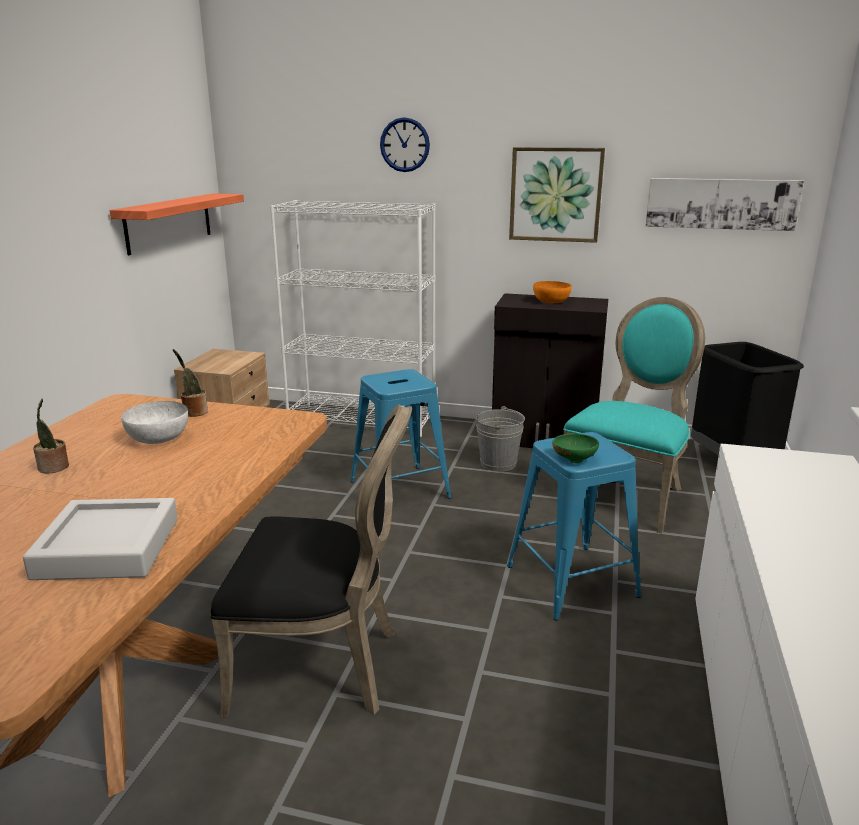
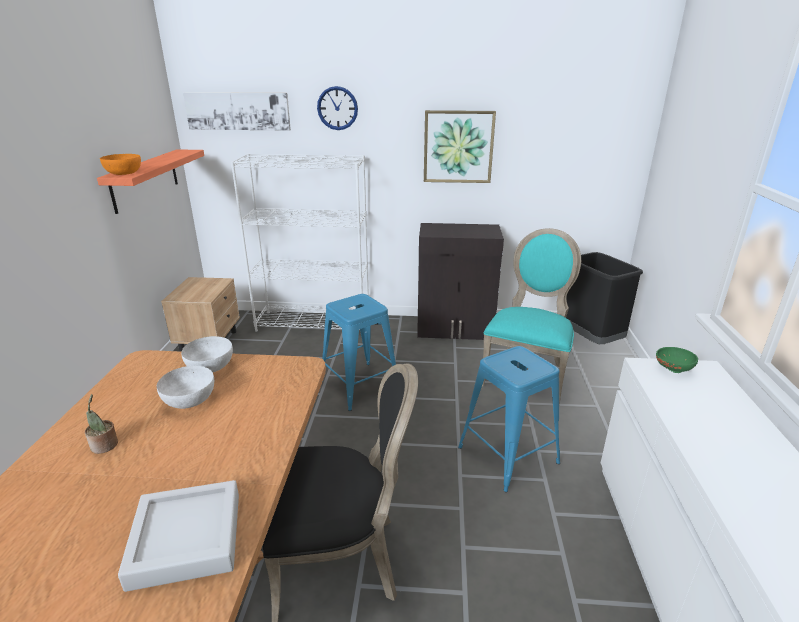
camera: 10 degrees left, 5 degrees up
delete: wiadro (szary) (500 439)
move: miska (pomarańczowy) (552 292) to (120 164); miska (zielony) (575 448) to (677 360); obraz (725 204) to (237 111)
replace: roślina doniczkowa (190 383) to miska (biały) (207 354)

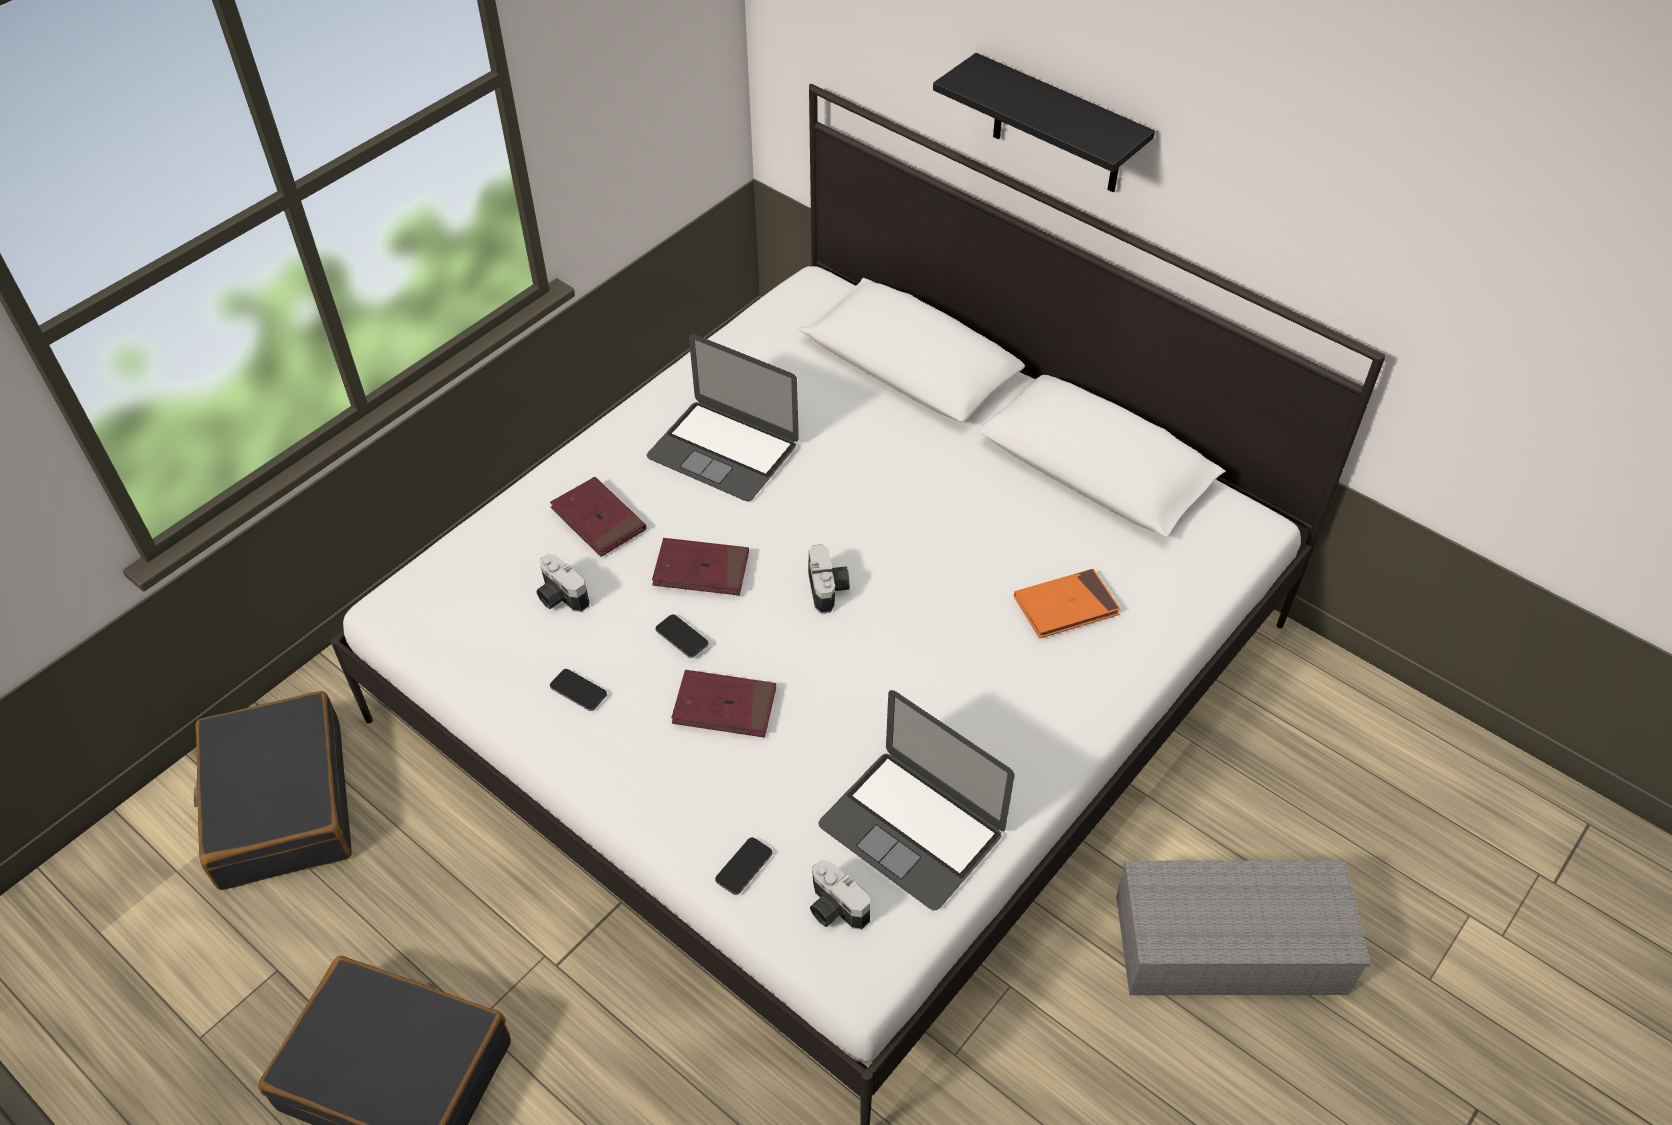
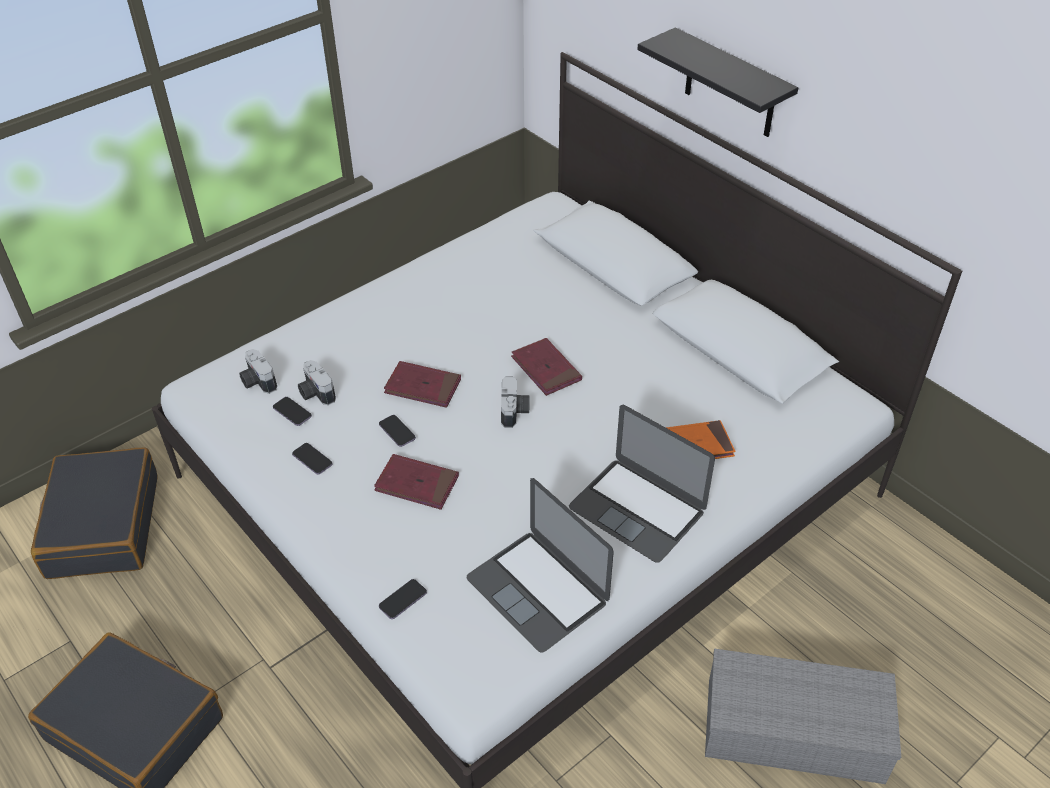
camera: 10 degrees right, 5 degrees down
insert: telefon (292 411)
move: książka (czerwony) (598 517) to (546 367); laptop (723 417) to (642 484); aparat fotograficzny (840 895) to (258 371)

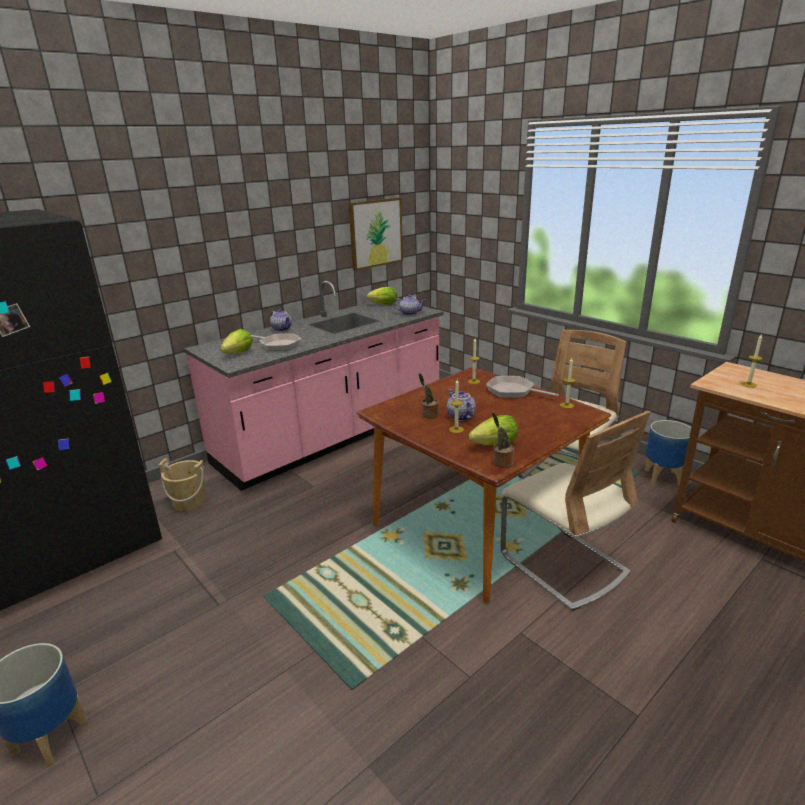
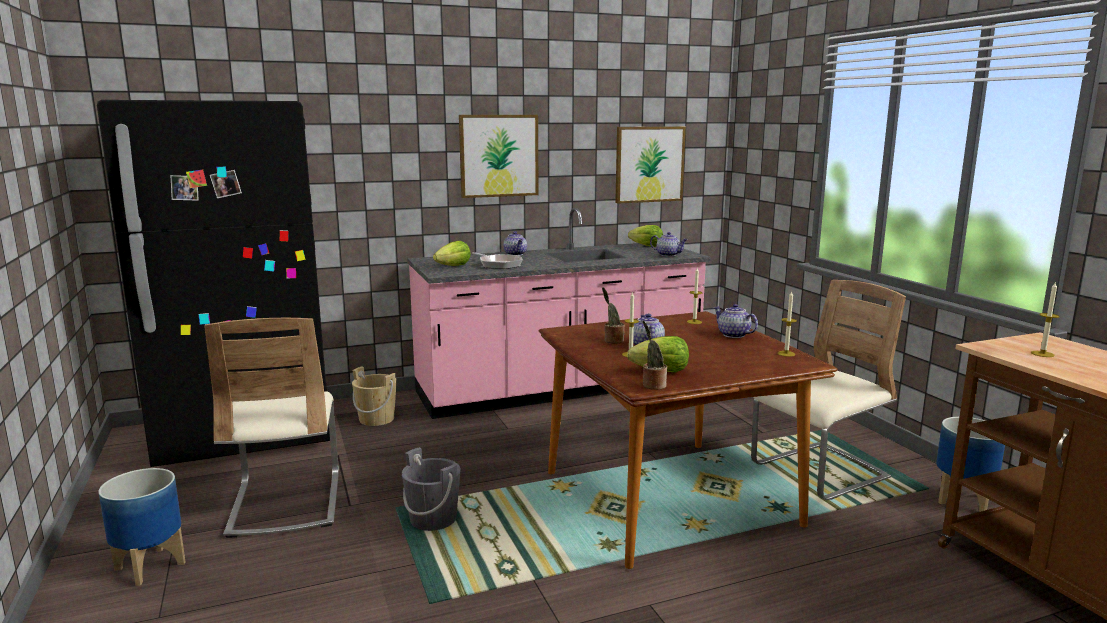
camera: 20 degrees right, 10 degrees down
insert: wiadro (szary) (431 489); obraz (499 156)
move: krzesło (beżowy) (576 511) to (271 428)
replace: patelnia (522 387) to imbryk (736 321)

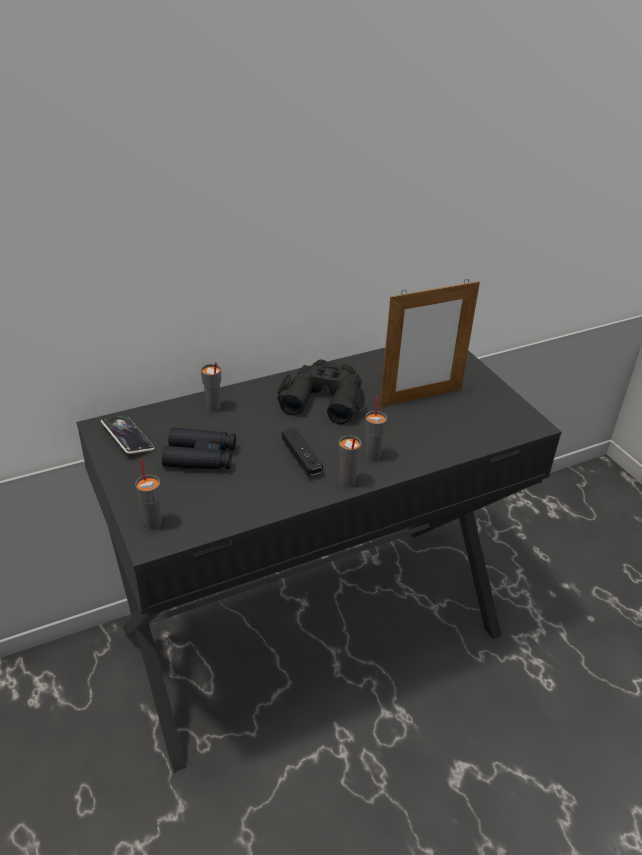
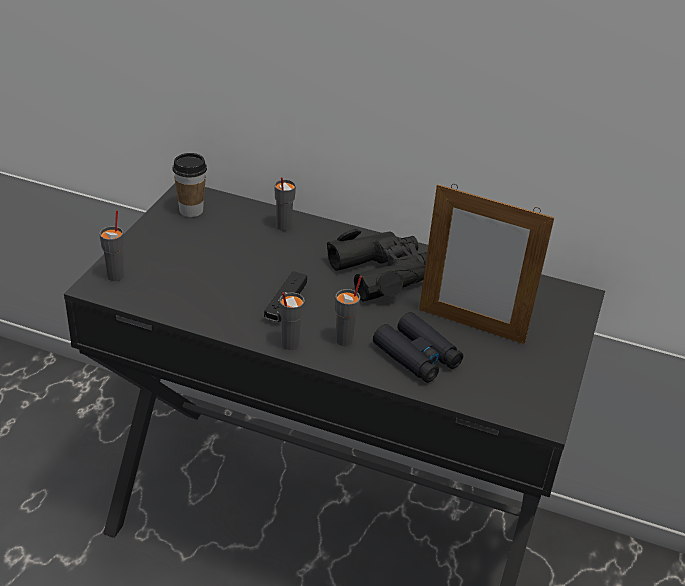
camera: 45 degrees right, 0 degrees up
move: lornetka (czarny) (199 448) to (418 347)
replace: telefon (127 435) to filiżanka (189 185)

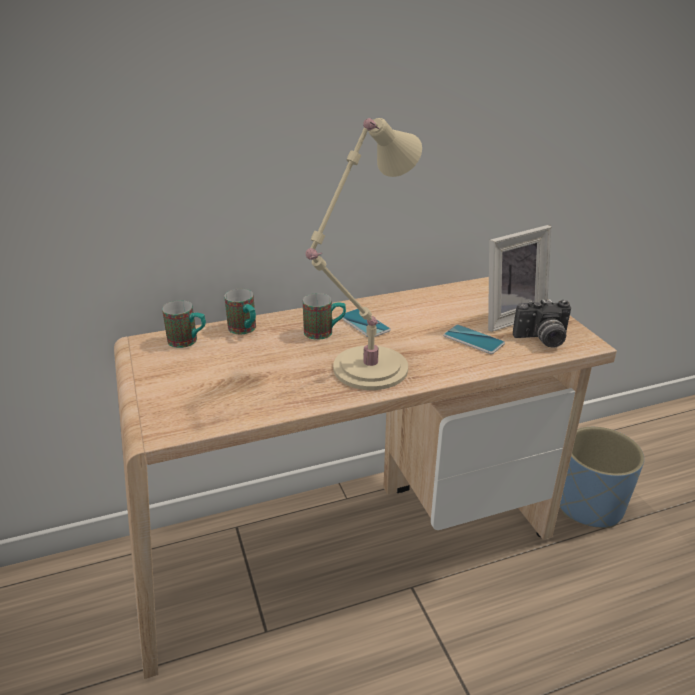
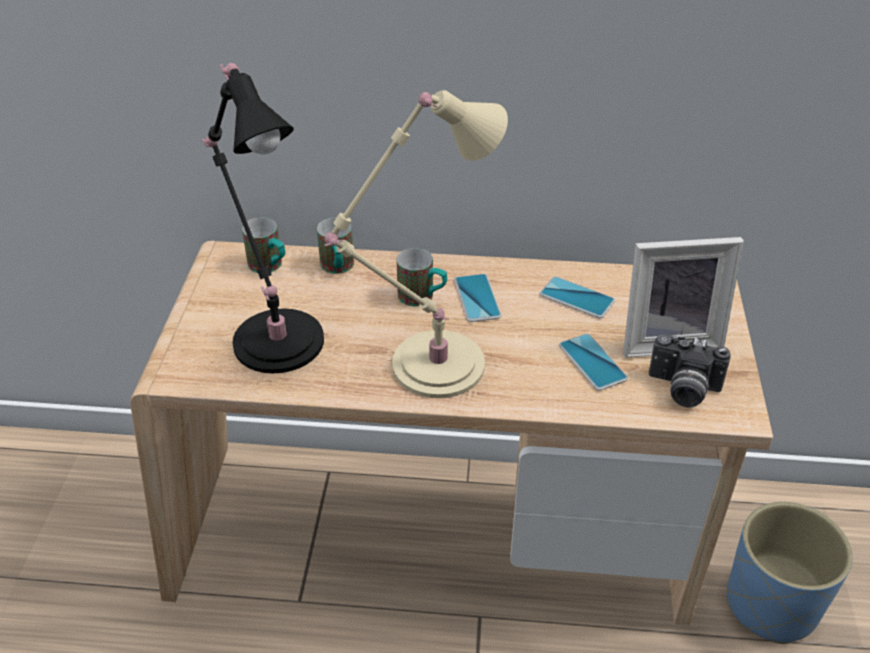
camera: 25 degrees right, 10 degrees up
insert: lampa stołowa (czarny) (262 218); telefon (577 297)

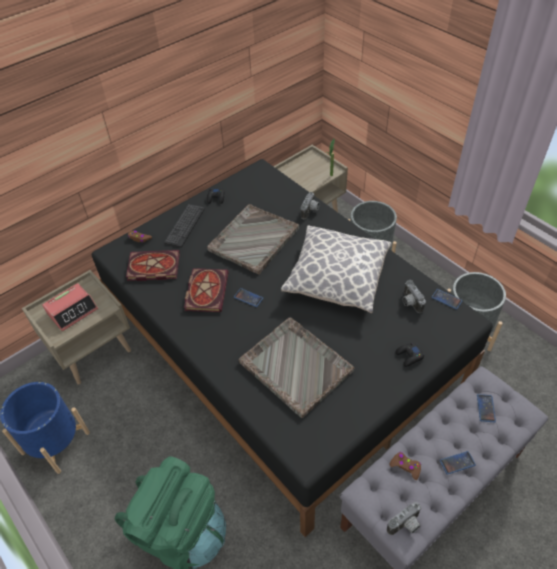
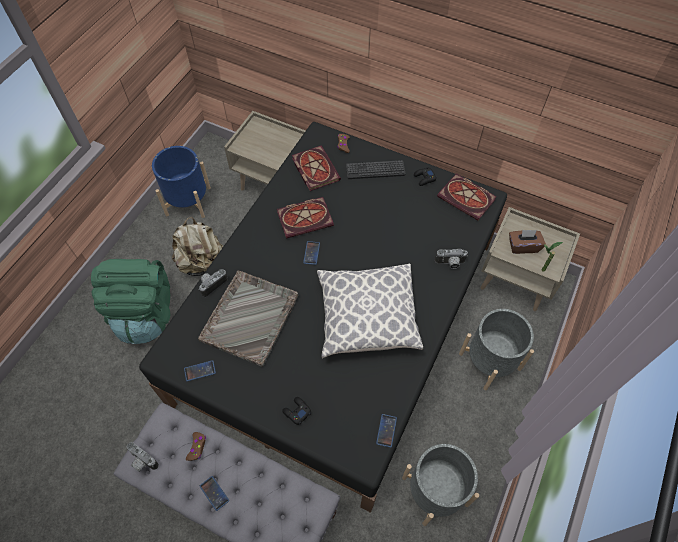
camera: 65 degrees right, 10 degrees up
delete: budzik (70 307); taca (szary) (253 239)
insert: plecak (beżowy) (197 246); książka (467 197); pudełko chusteczek (brązowy) (527 242)
move: aparat fotograficzny (414 296) to (213 283); telefon (486 408) to (200 370)

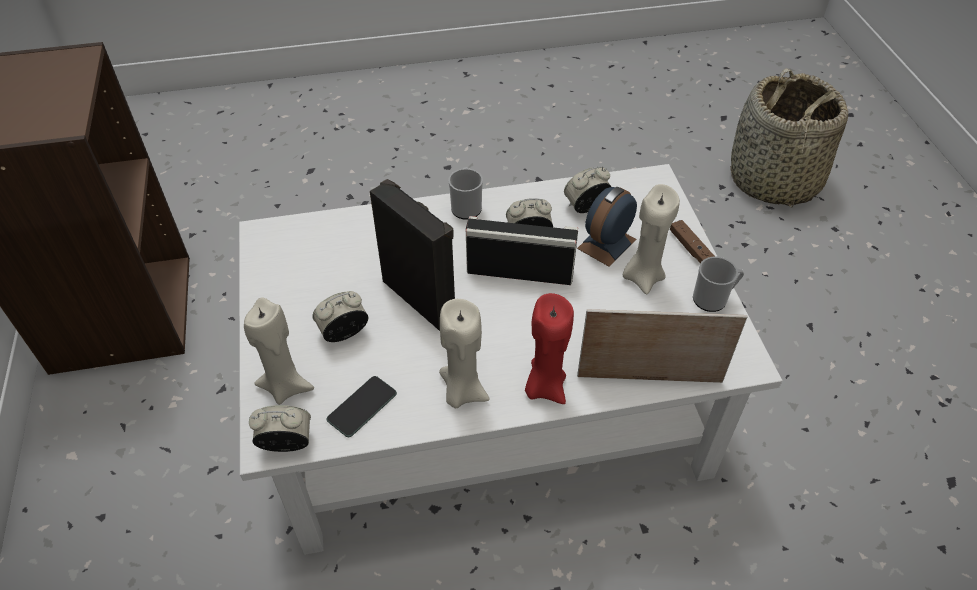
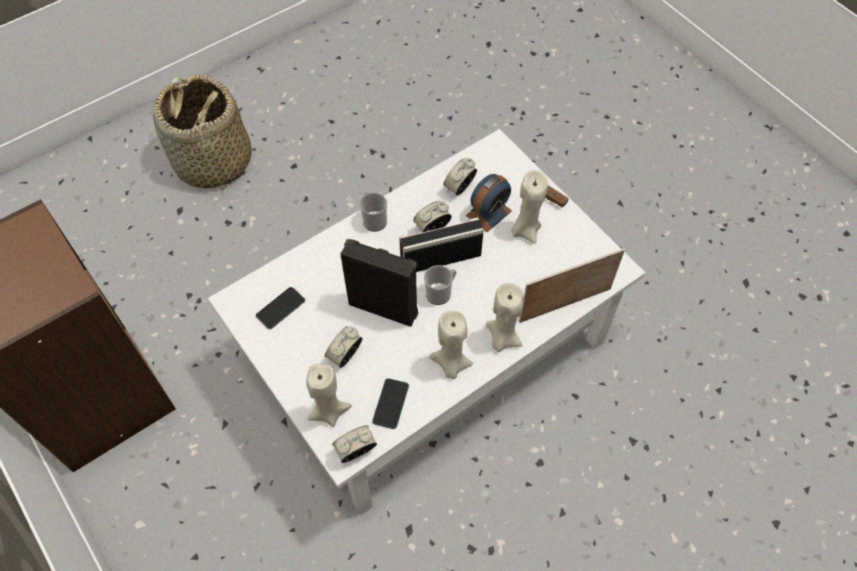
camera: 25 degrees left, 10 degrees up
insert: telefon (280 308)
move: kubek (718 284) to (440 285); koszyk (789 137) to (202 132)
recolor: świeca (czerwony) (549 348) to świeca (beżowy) (505 317)
rotate: budzik (607 227) = (489 203) 150 degrees counterclockwise

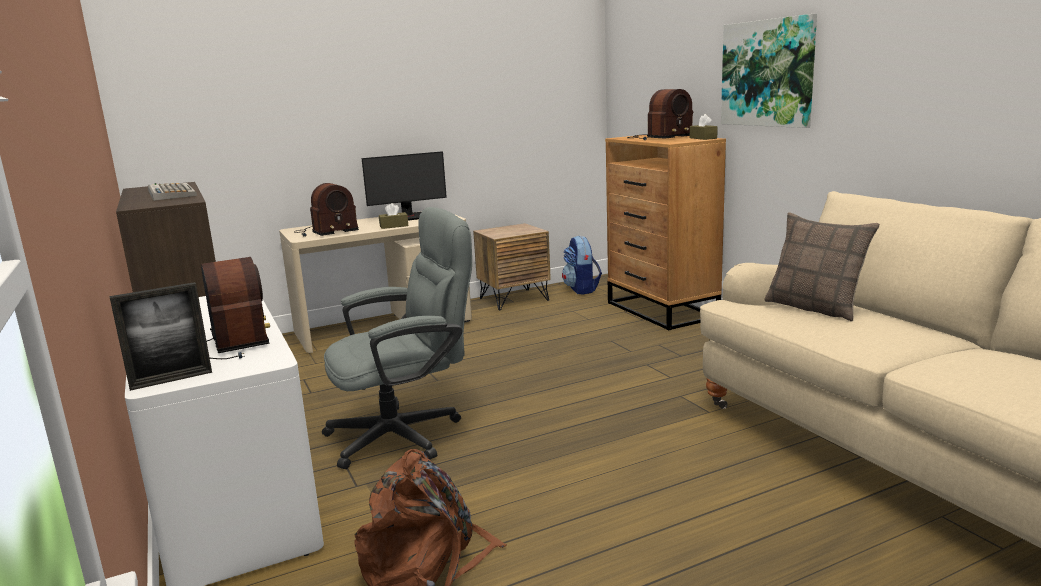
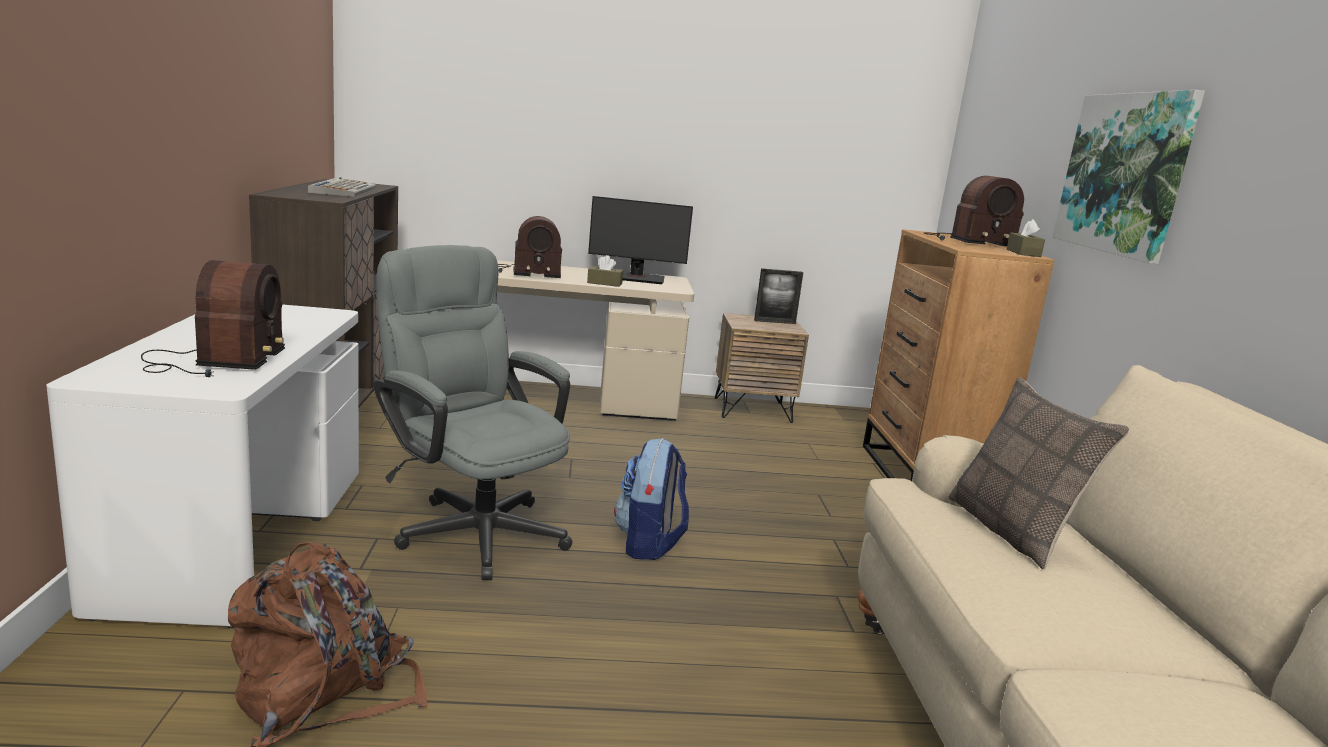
camera: 20 degrees right, 0 degrees up
move: ramka na zdjęcie (161 336) to (778 296); plecak (582 265) to (651 499)
rotate: krzesło biurowe (szary) (397 338) = (472 412) 135 degrees counterclockwise

